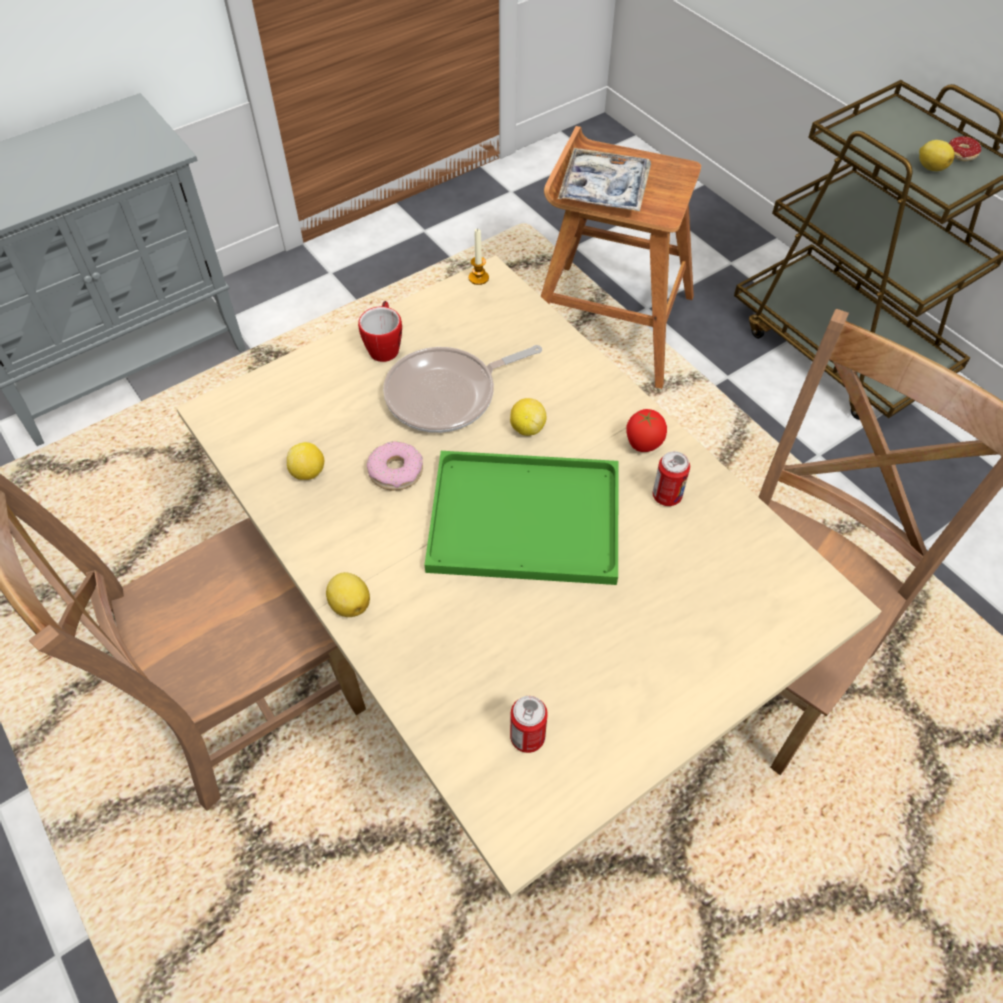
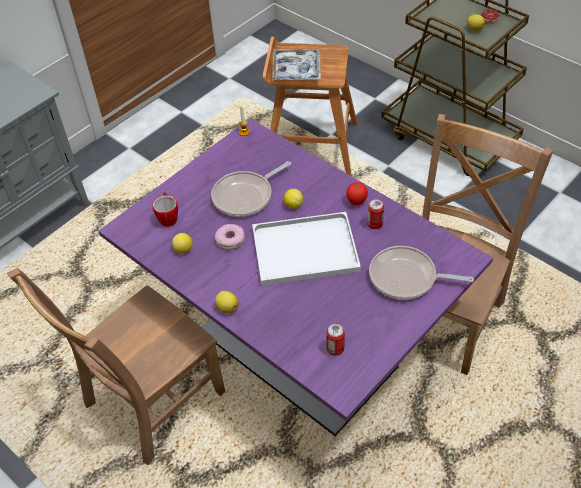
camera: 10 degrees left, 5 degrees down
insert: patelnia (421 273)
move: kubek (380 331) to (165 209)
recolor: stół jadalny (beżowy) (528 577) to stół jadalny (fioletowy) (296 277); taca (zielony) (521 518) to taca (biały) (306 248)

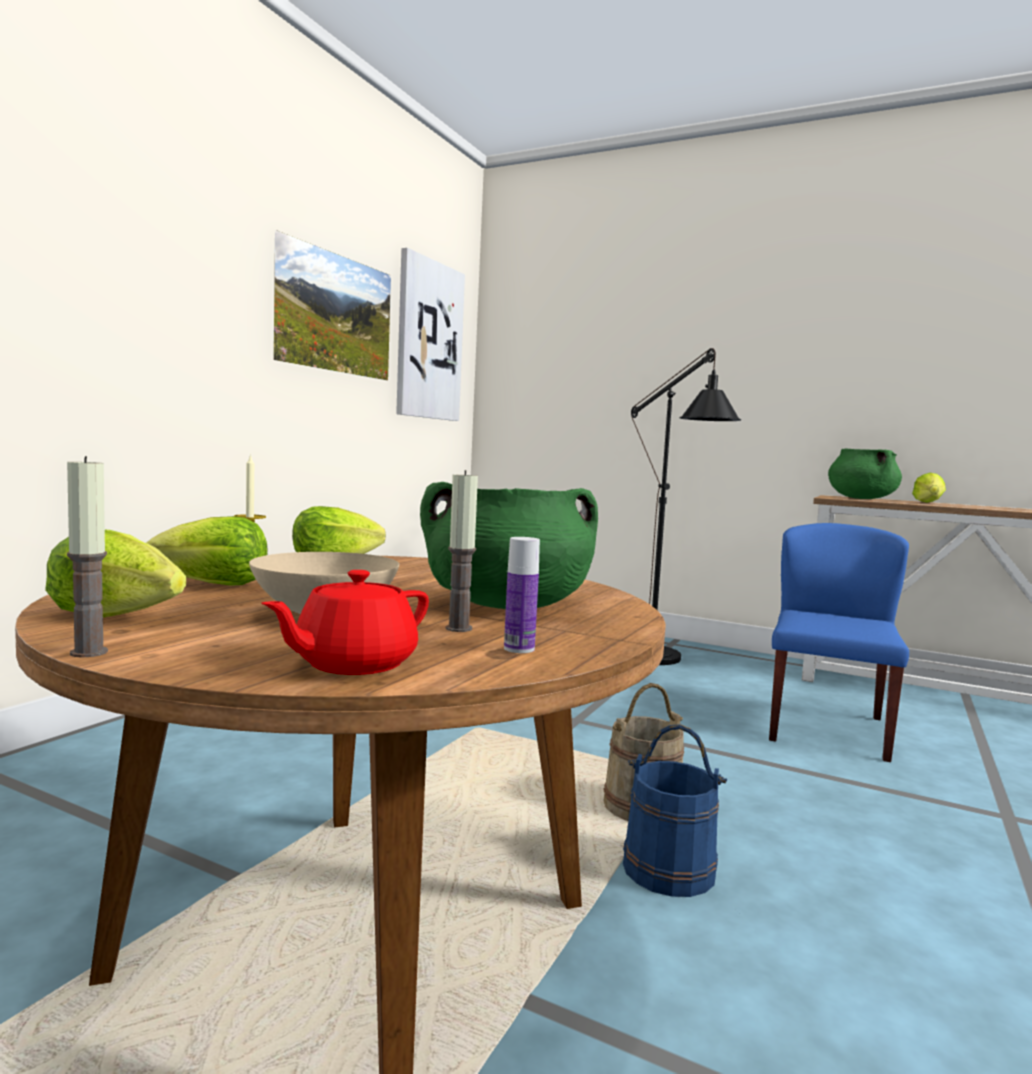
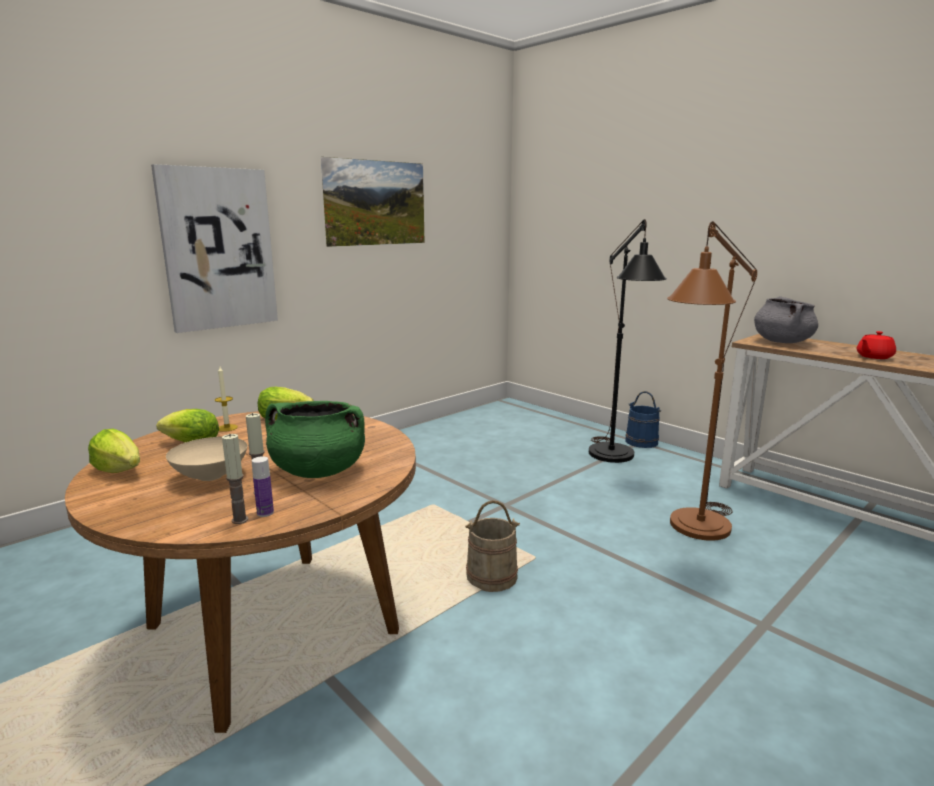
camera: 20 degrees right, 10 degrees up
delete: sałata (929 488)
move: świeca (87 557) to (235 479); imbryk (czerwony) (345 622) to (876 345); obraz (430 334) to (214 248); wiadro (niebieski) (675 810) to (643 419)
replace: krzesło (niebieski) (839 642) to lampa stojąca (brązowy) (712 381)
recolor: garnek (zielony) (865 474) to garnek (szary) (786 319)

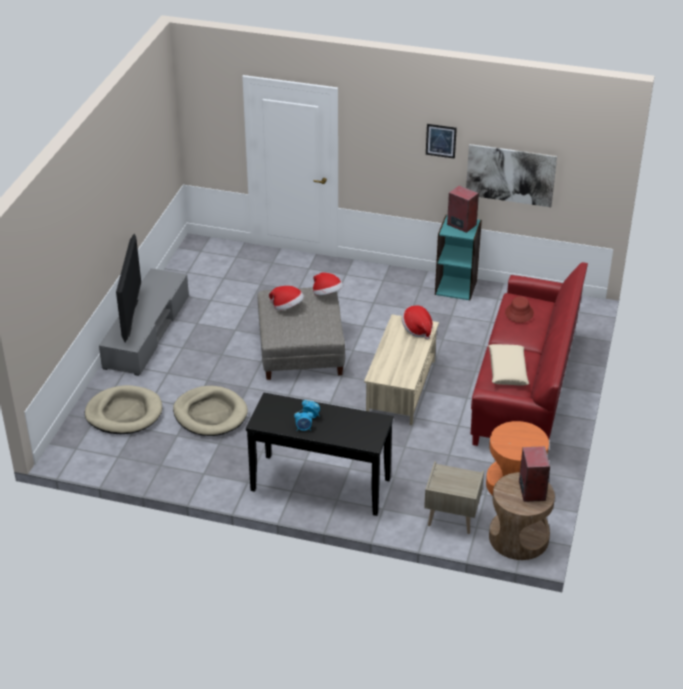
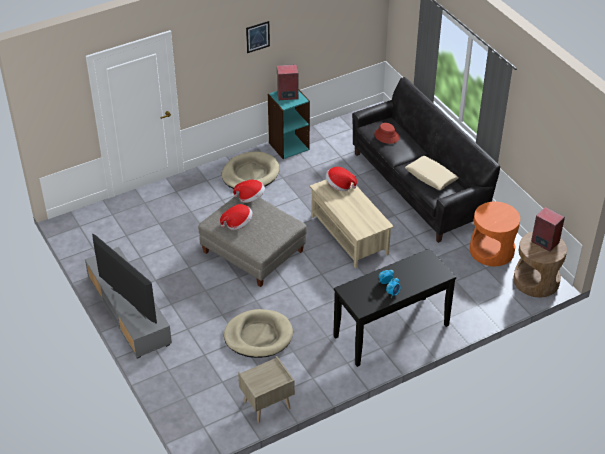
camera: 45 degrees left, 5 degrees up
delete: obraz (511 175)
move: legowisko (beżowy) (123 409) to (251 170); szafka nocna (beżowy) (454 497) to (266 389)
recolor: kanapa (czerwony) (529 354) to kanapa (czarny) (426 160)

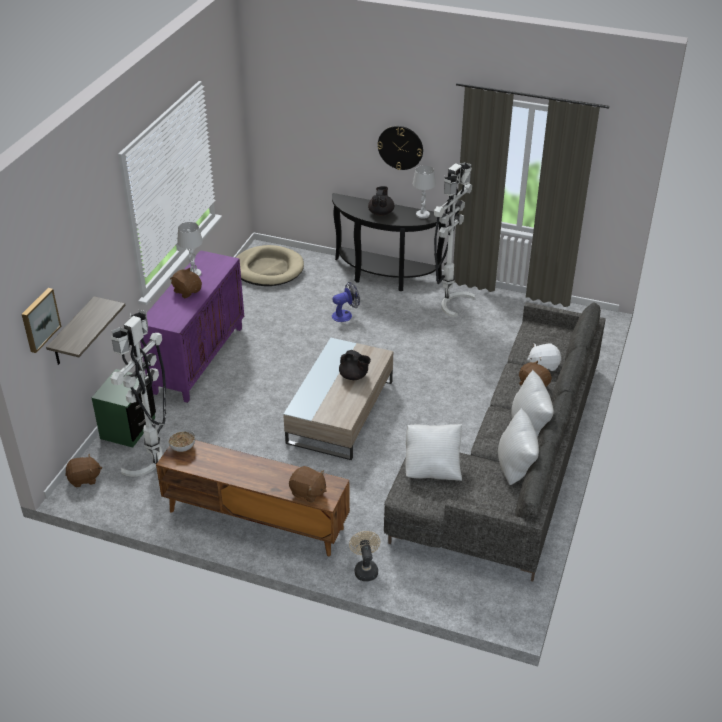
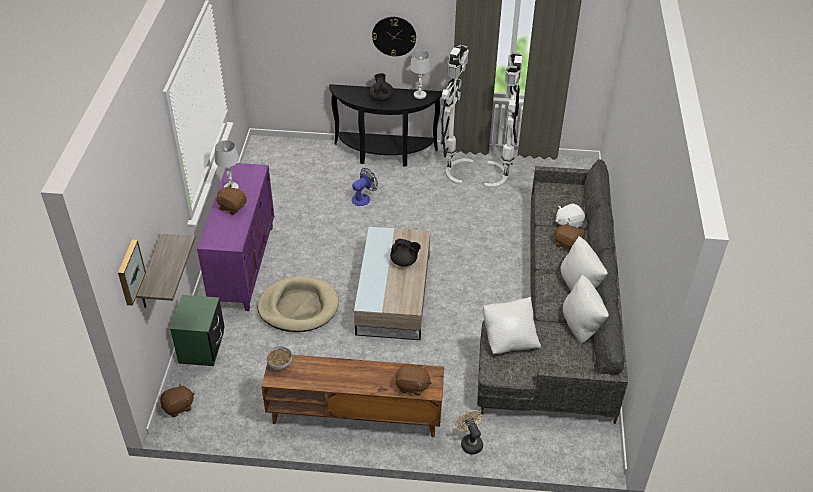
camera: 15 degrees left, 5 degrees up
move: lampa stojąca (biały) (138 393) to (503 119); legowisko (beżowy) (270 265) to (298 304)

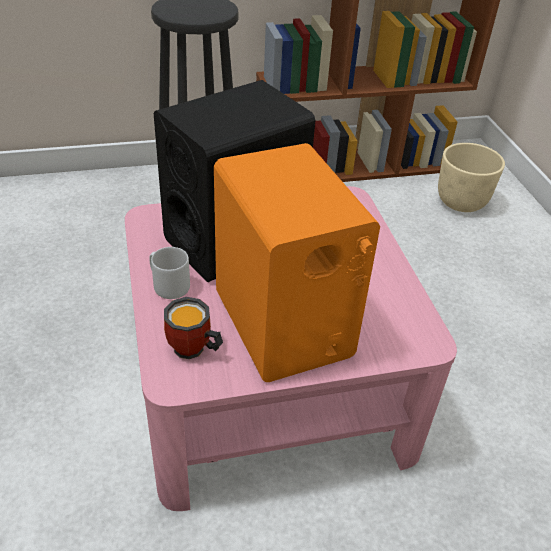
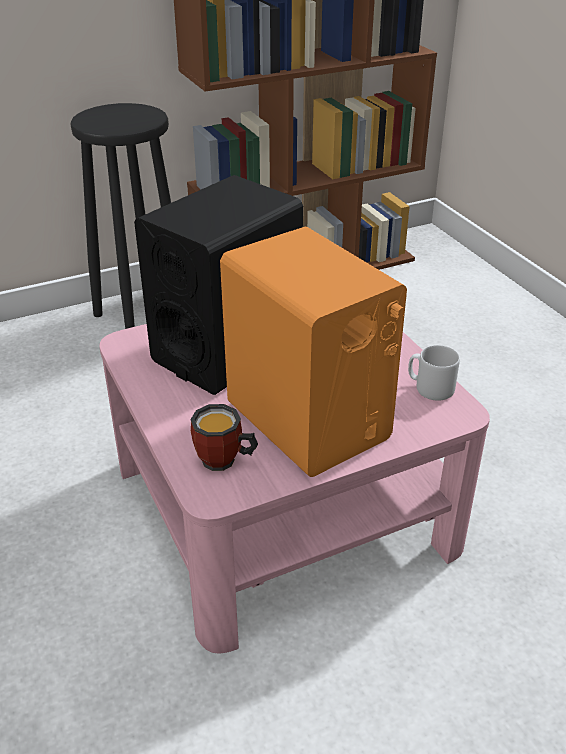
camera: 10 degrees left, 5 degrees down
delete: donica (beżowy) (471 177)
move: kubek (szary) (169 273) to (434 373)

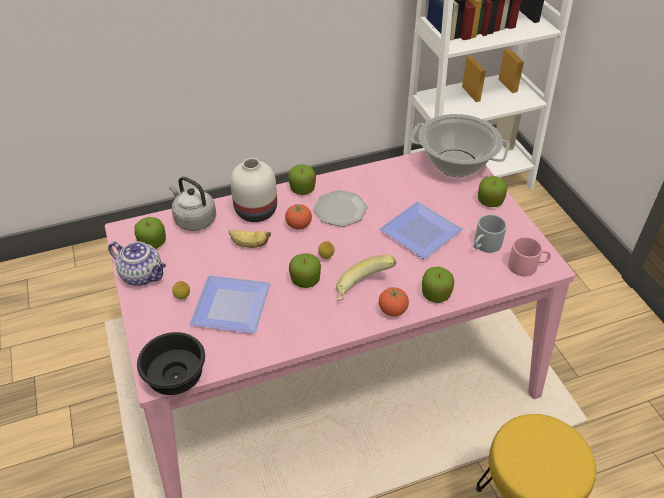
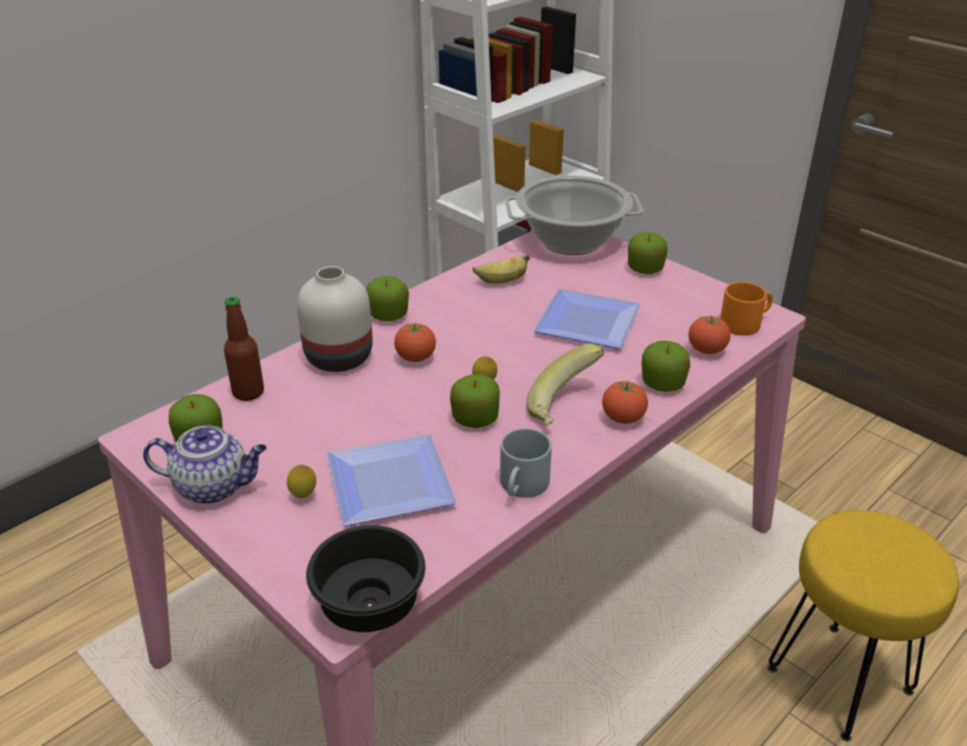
camera: 25 degrees left, 10 degrees down
delete: talerz (340 208)
insert: pomidor (710 334)
move: banan (249 239) to (501 269); kubek (szary) (490 233) to (526 463)
replace: czajnik (szary) (192 203) to butelka (244 349)
recolor: kubek (różowy) (529 256) to kubek (pomarańczowy) (746 309)

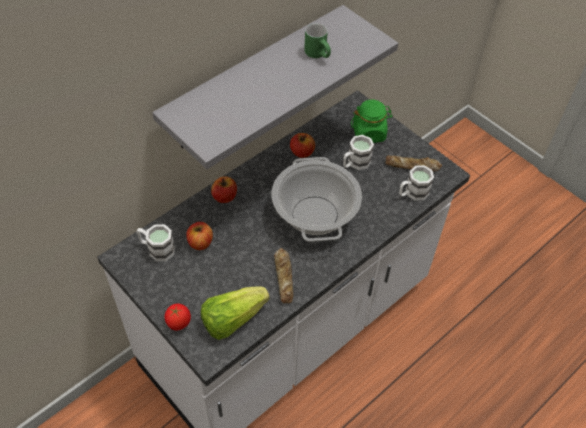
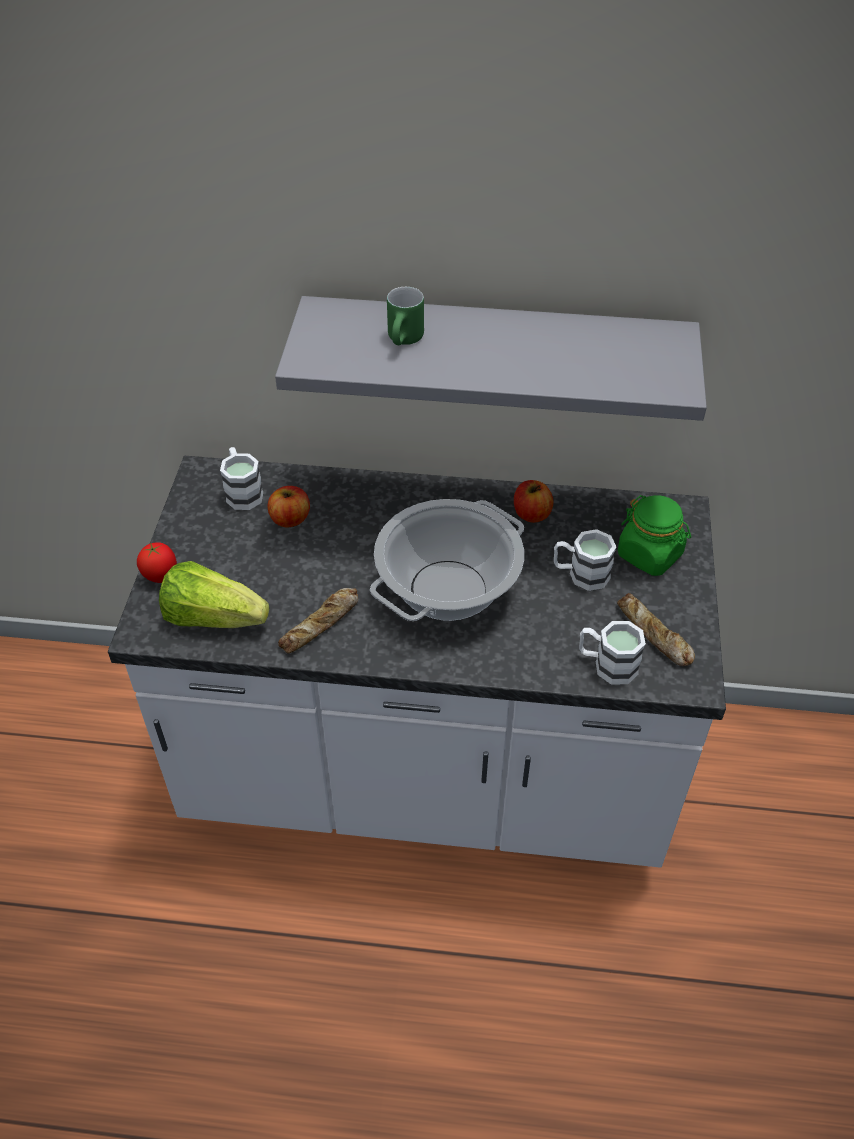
camera: 50 degrees right, 5 degrees down
delete: jabłko (224 189)
move: kubek (zielony) (317 40) to (405 316)

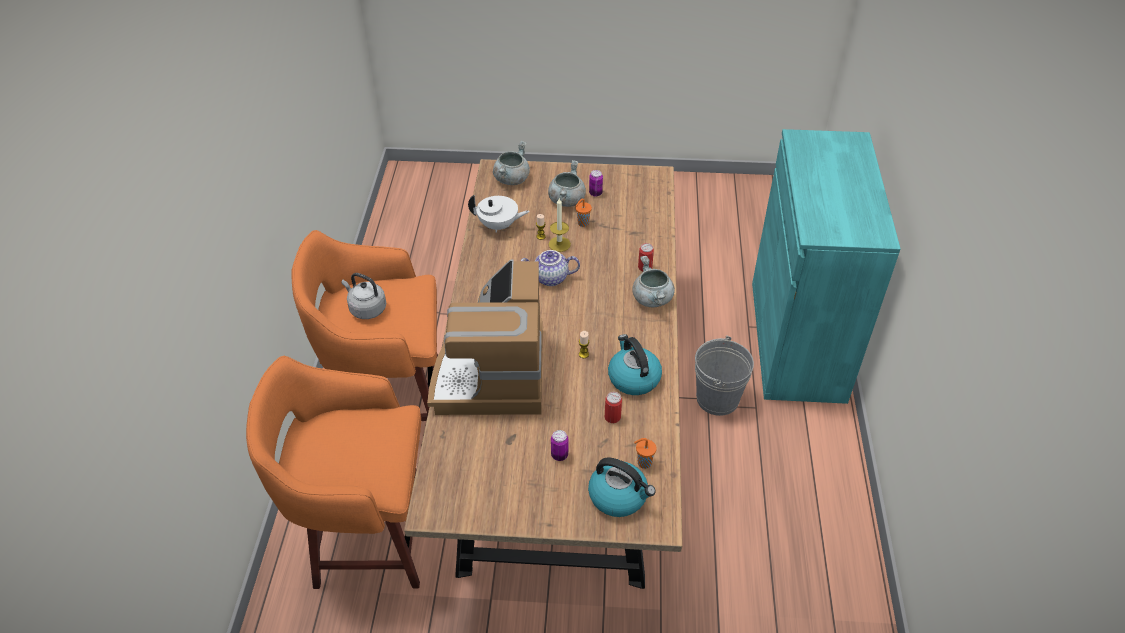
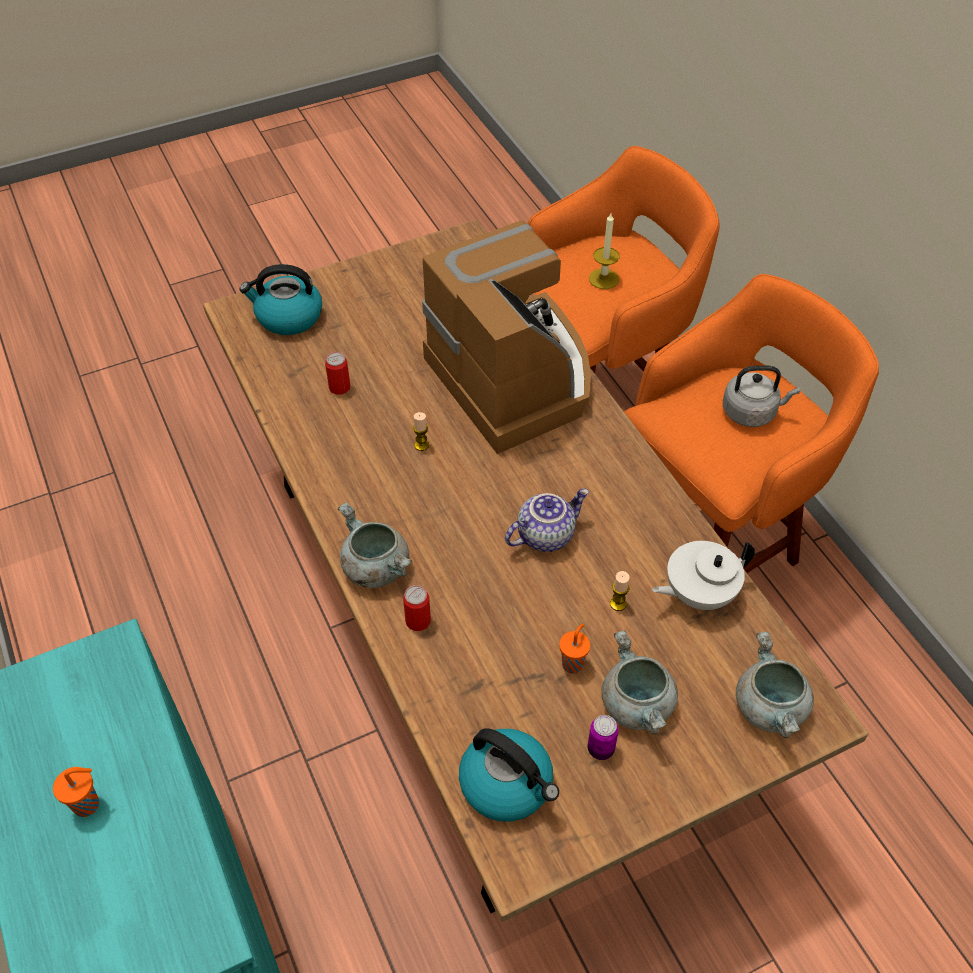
camera: 150 degrees right, 5 degrees up
delete: puszka (559 445); wiadro (szary) (724 375)
move: świeca (560 225) to (604 251); czajnik (635 364) to (509 775); filiżanka (pomarańczowy) (645 453) to (76 792)

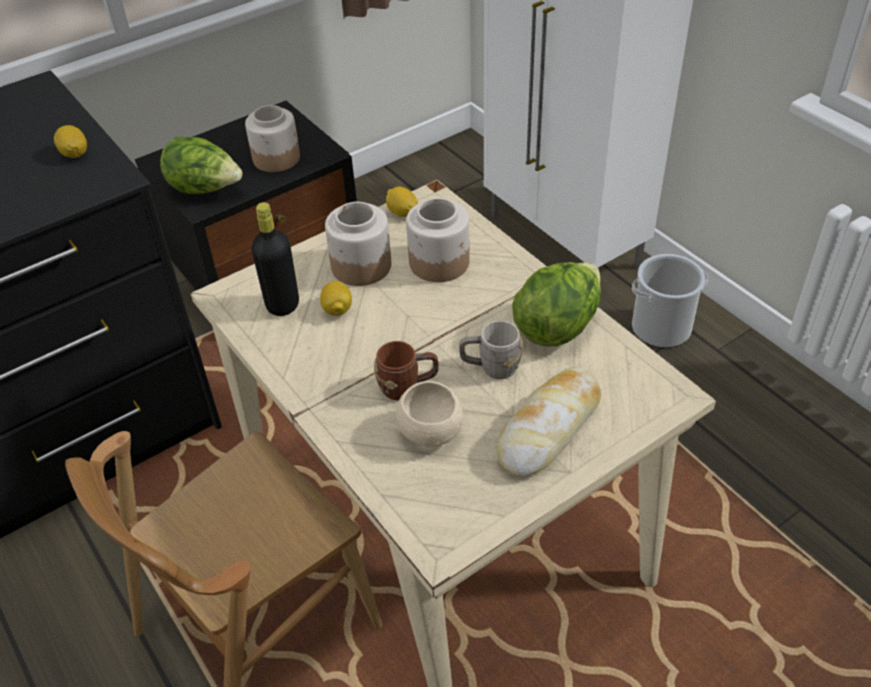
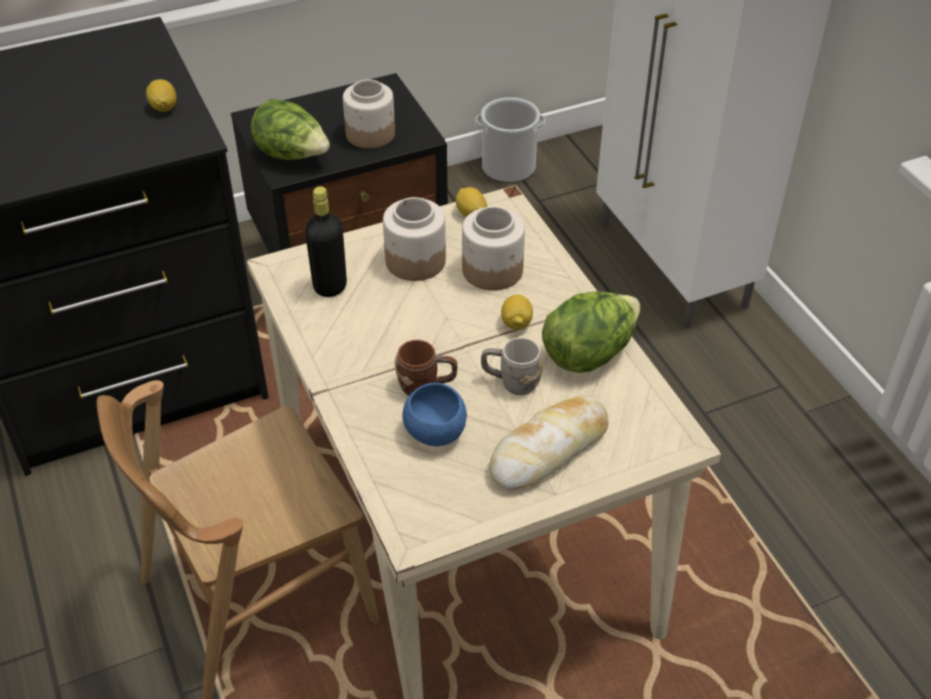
camera: 10 degrees right, 0 degrees up
move: cytryna (336 298) to (517 312); wiadro (670 301) to (510 140)
recolor: miska (beżowy) (429 414) to miska (niebieski) (435 414)

